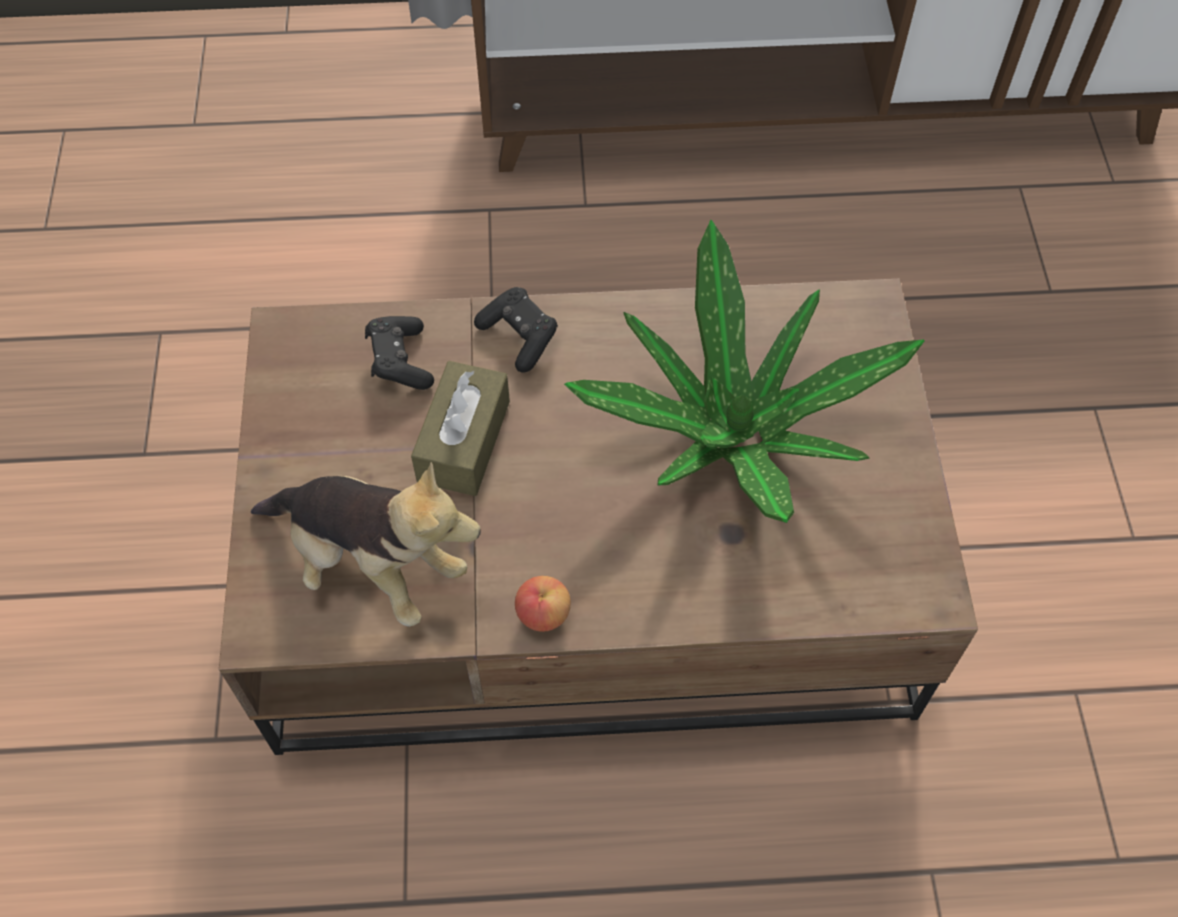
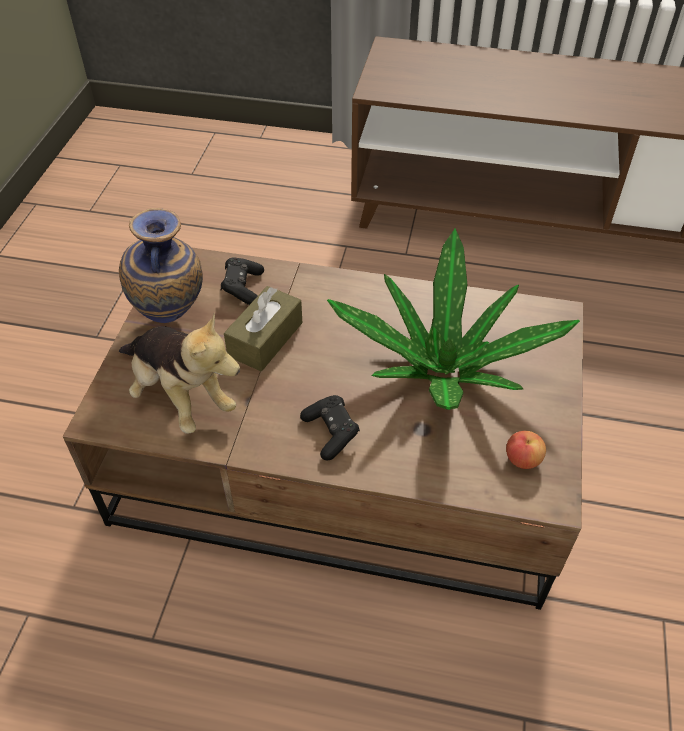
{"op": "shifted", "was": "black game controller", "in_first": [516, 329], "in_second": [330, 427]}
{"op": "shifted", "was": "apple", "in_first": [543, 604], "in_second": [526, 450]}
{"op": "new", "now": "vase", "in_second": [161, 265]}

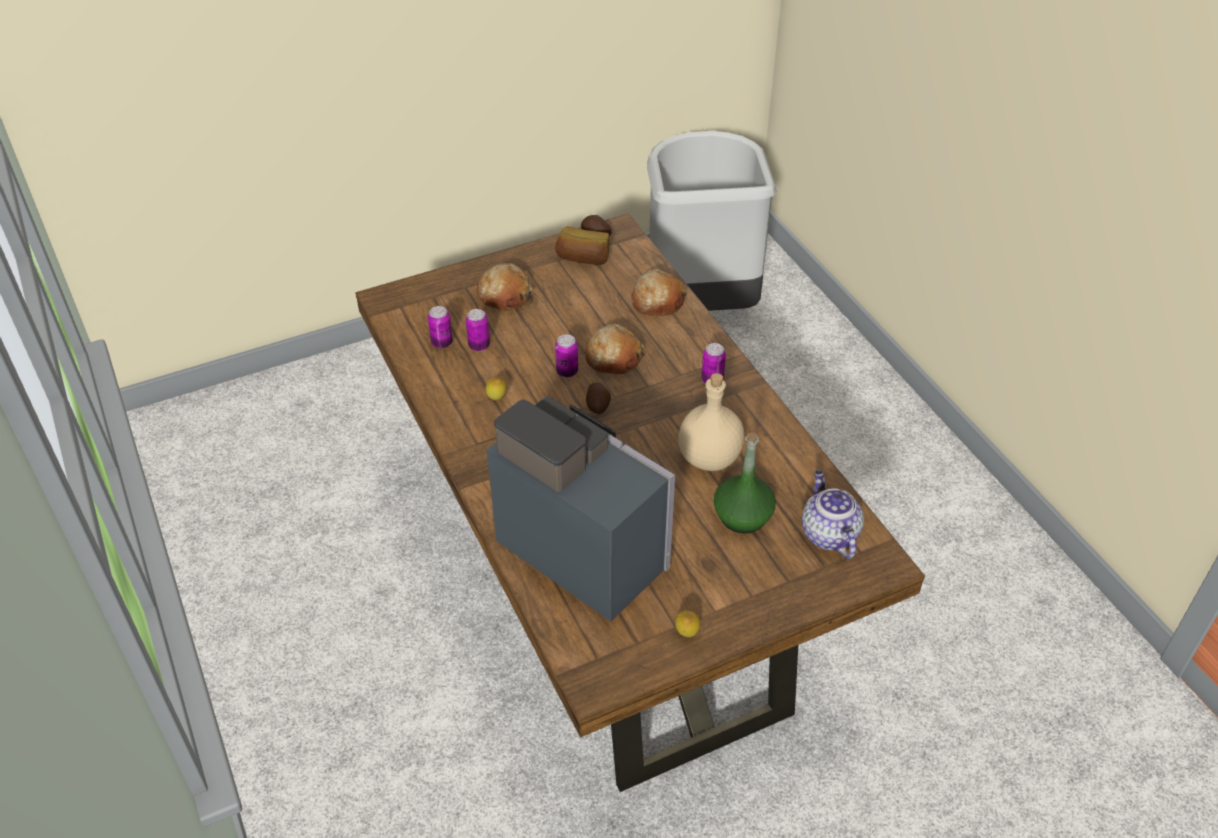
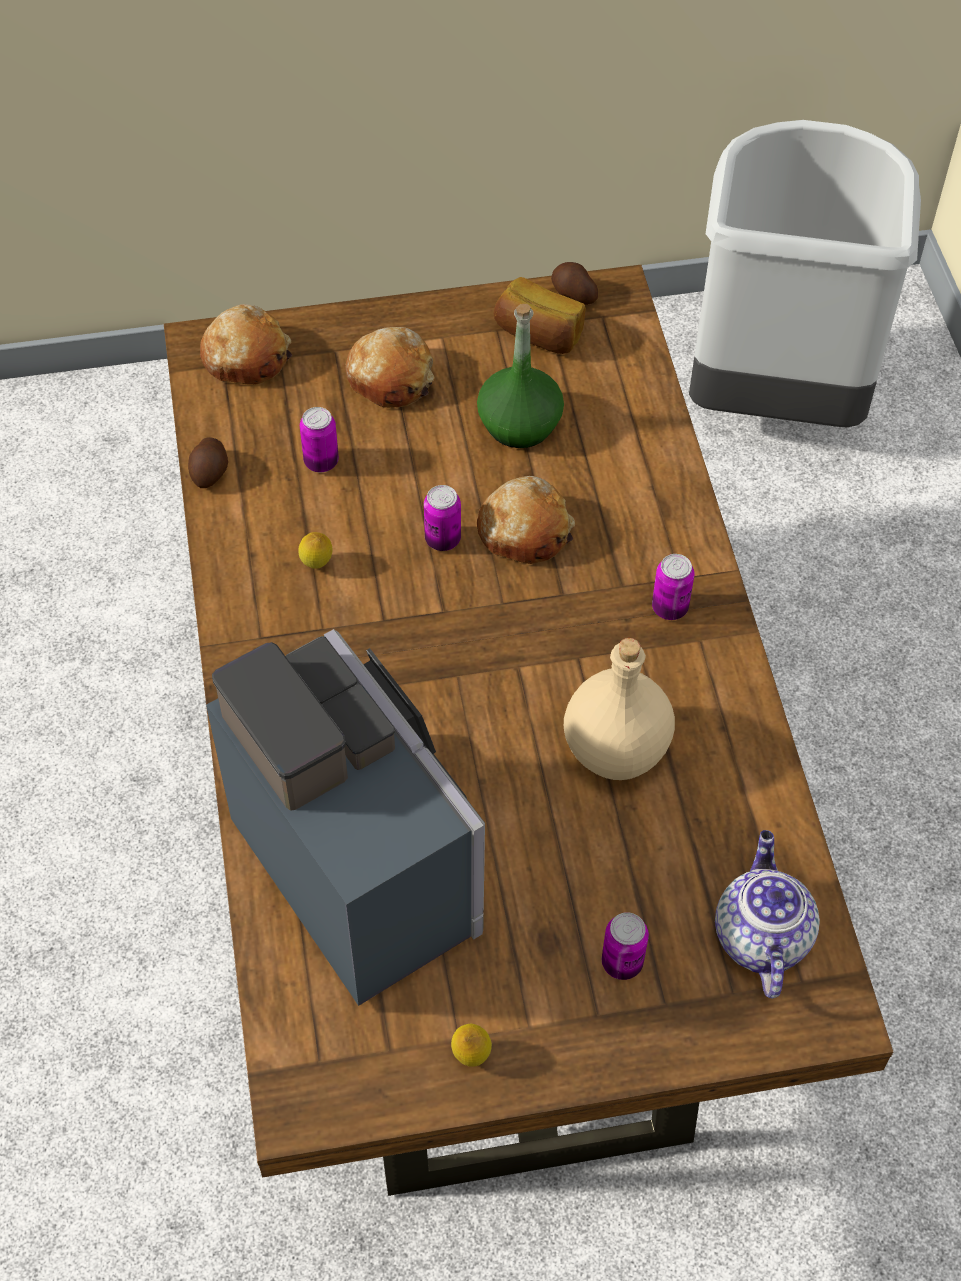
{"op": "shifted", "was": "bread", "in_first": [659, 292], "in_second": [246, 344]}
{"op": "shifted", "was": "can", "in_first": [440, 327], "in_second": [625, 946]}
{"op": "shifted", "was": "potato", "in_first": [598, 398], "in_second": [208, 462]}
{"op": "shifted", "was": "green bottle", "in_first": [745, 482], "in_second": [520, 376]}

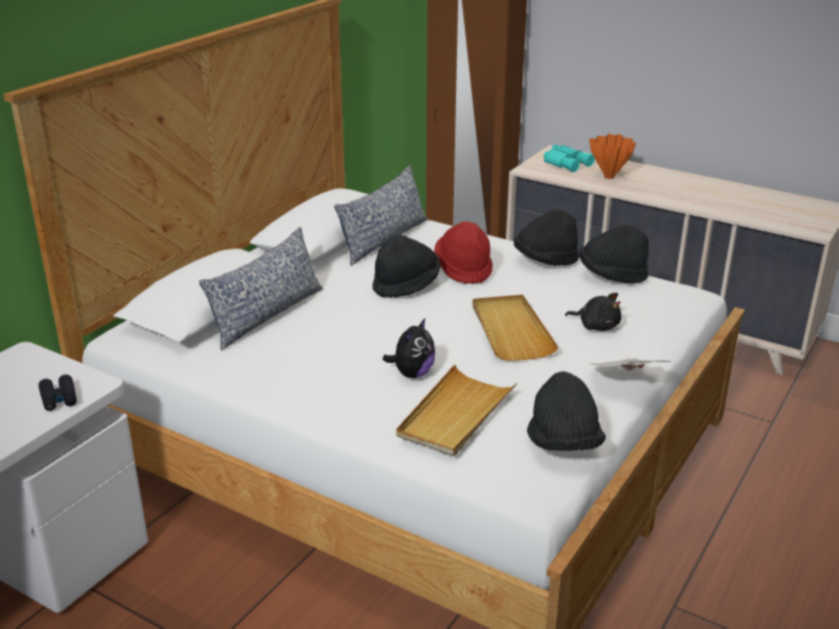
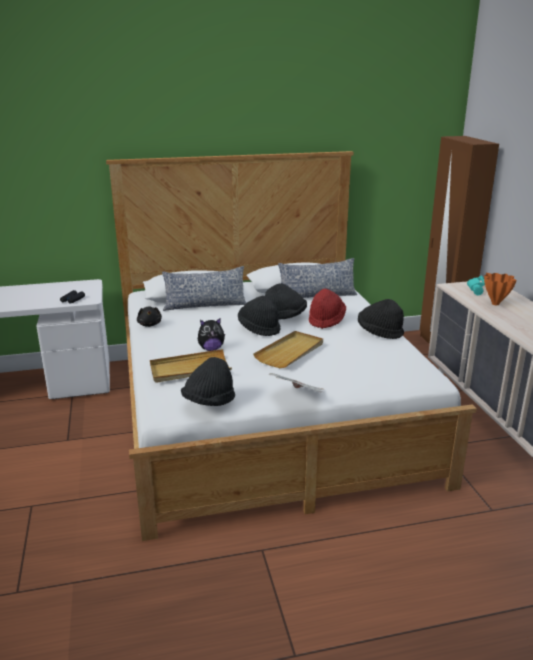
{"op": "shifted", "was": "black hat", "in_first": [614, 253], "in_second": [259, 316]}
{"op": "shifted", "was": "black plush toy", "in_first": [593, 312], "in_second": [149, 317]}

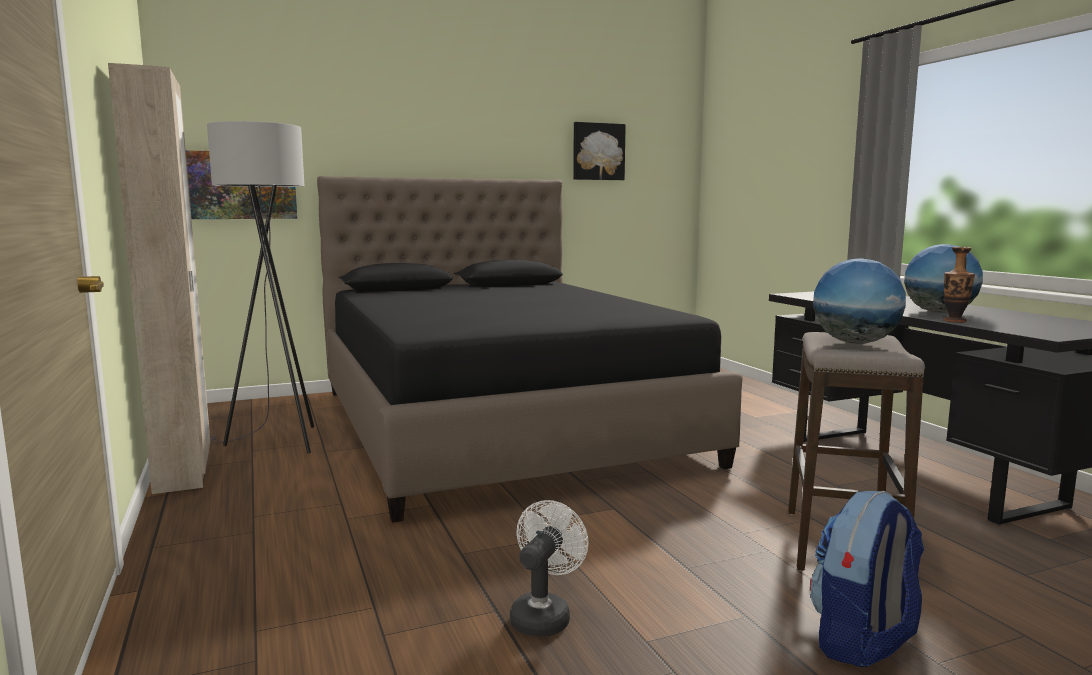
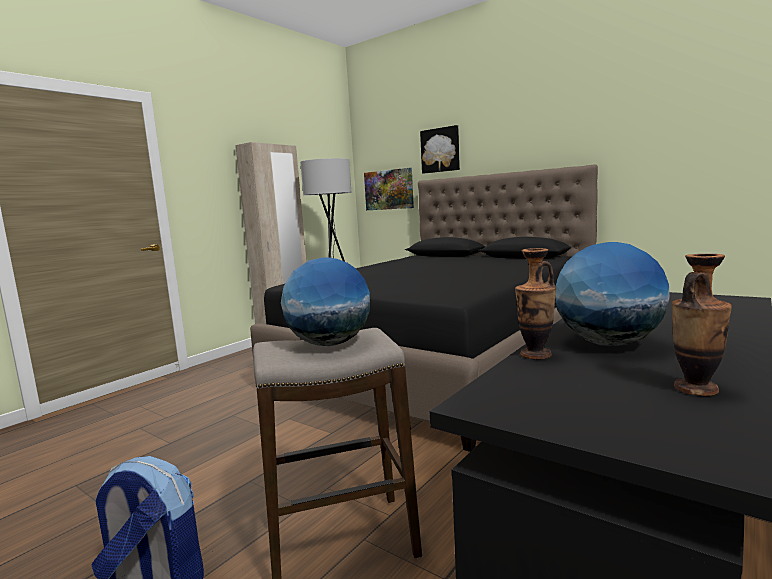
{"op": "shifted", "was": "picture", "in_first": [599, 151], "in_second": [440, 149]}
{"op": "gone", "was": "white fan", "in_first": [549, 568]}
{"op": "new", "now": "vase", "in_second": [702, 325]}

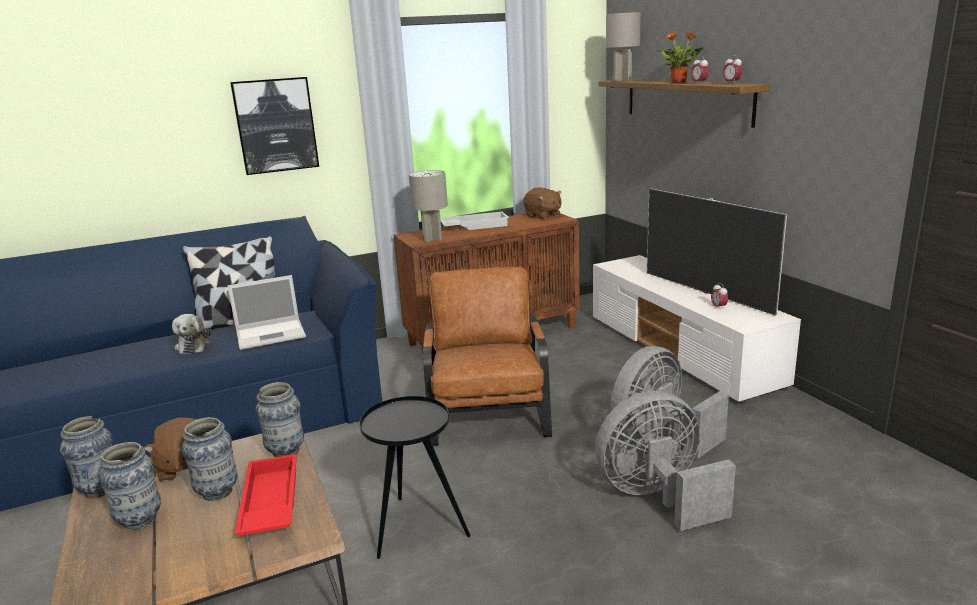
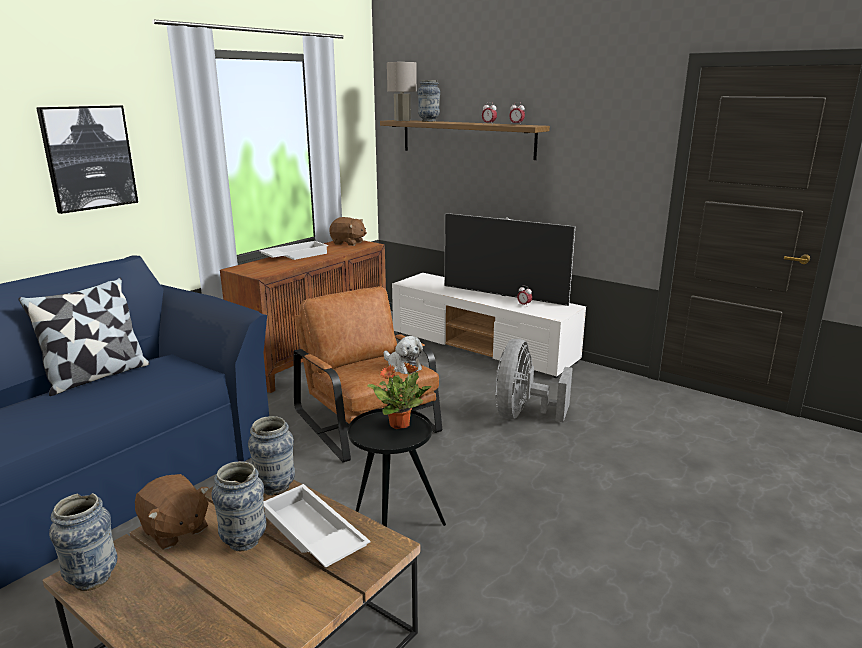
{"op": "shifted", "was": "potted plant", "in_first": [680, 57], "in_second": [400, 395]}
{"op": "gone", "was": "grey table lamp", "in_first": [428, 206]}
{"op": "gone", "was": "laptop", "in_first": [267, 312]}
{"op": "shifted", "was": "plush toy", "in_first": [191, 334], "in_second": [403, 355]}
{"op": "gone", "was": "grey fan", "in_first": [665, 461]}
{"op": "shifted", "was": "vase", "in_first": [129, 486], "in_second": [429, 101]}
{"op": "repainted", "was": "red tray", "now": "white tray", "in_first": [266, 495], "in_second": [317, 525]}

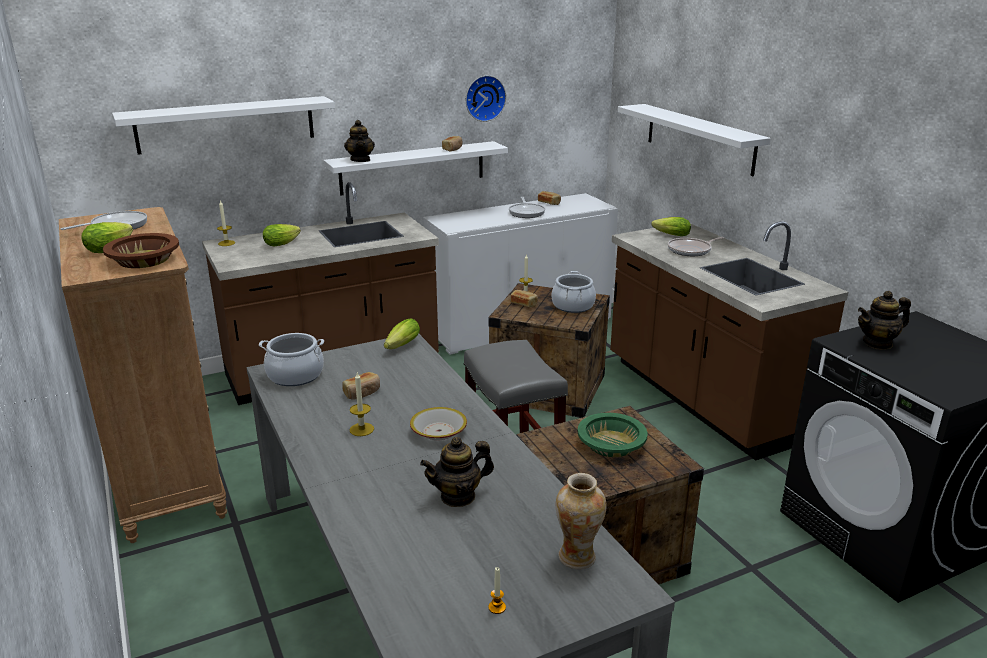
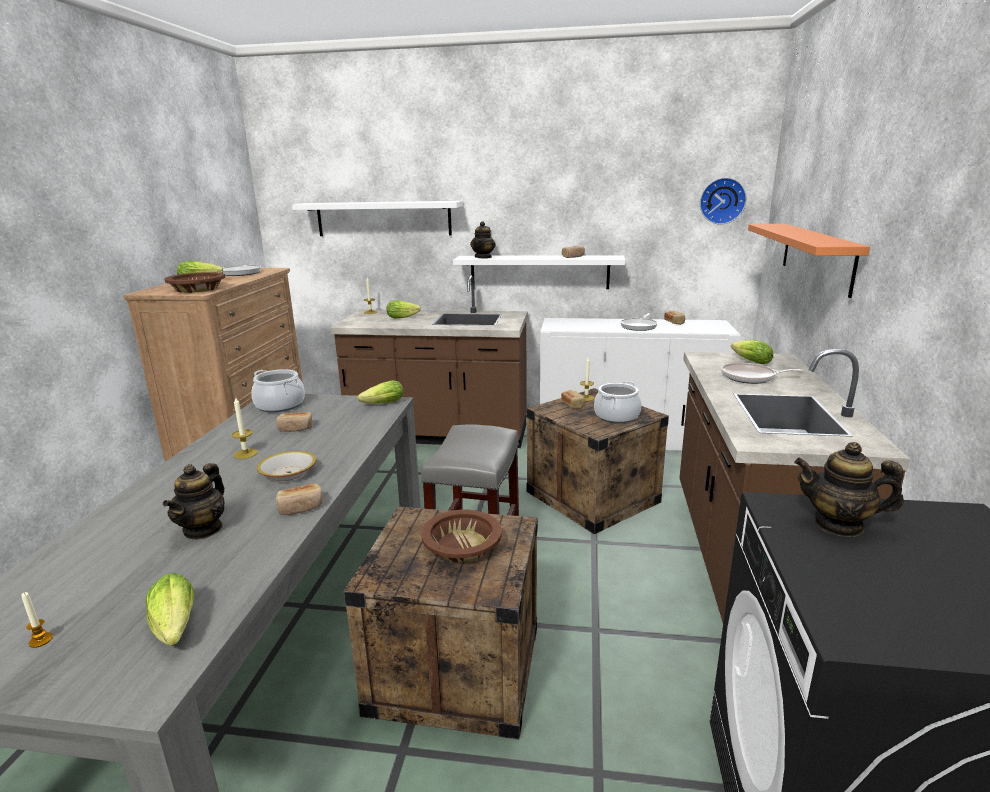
{"op": "shifted", "was": "wall clock", "in_first": [486, 98], "in_second": [723, 201]}
{"op": "repainted", "was": "white shelf", "now": "orange shelf", "in_first": [694, 140], "in_second": [809, 261]}
{"op": "repainted", "was": "green bowl", "now": "brown bowl", "in_first": [612, 435], "in_second": [461, 536]}
{"op": "rotated", "was": "teapot", "in_first": [457, 472], "in_second": [194, 501], "clockwise": -90}
{"op": "swapped", "was": "vase", "now": "lettuce", "in_first": [581, 521], "in_second": [170, 609]}
{"op": "new", "now": "bread", "in_second": [299, 499]}

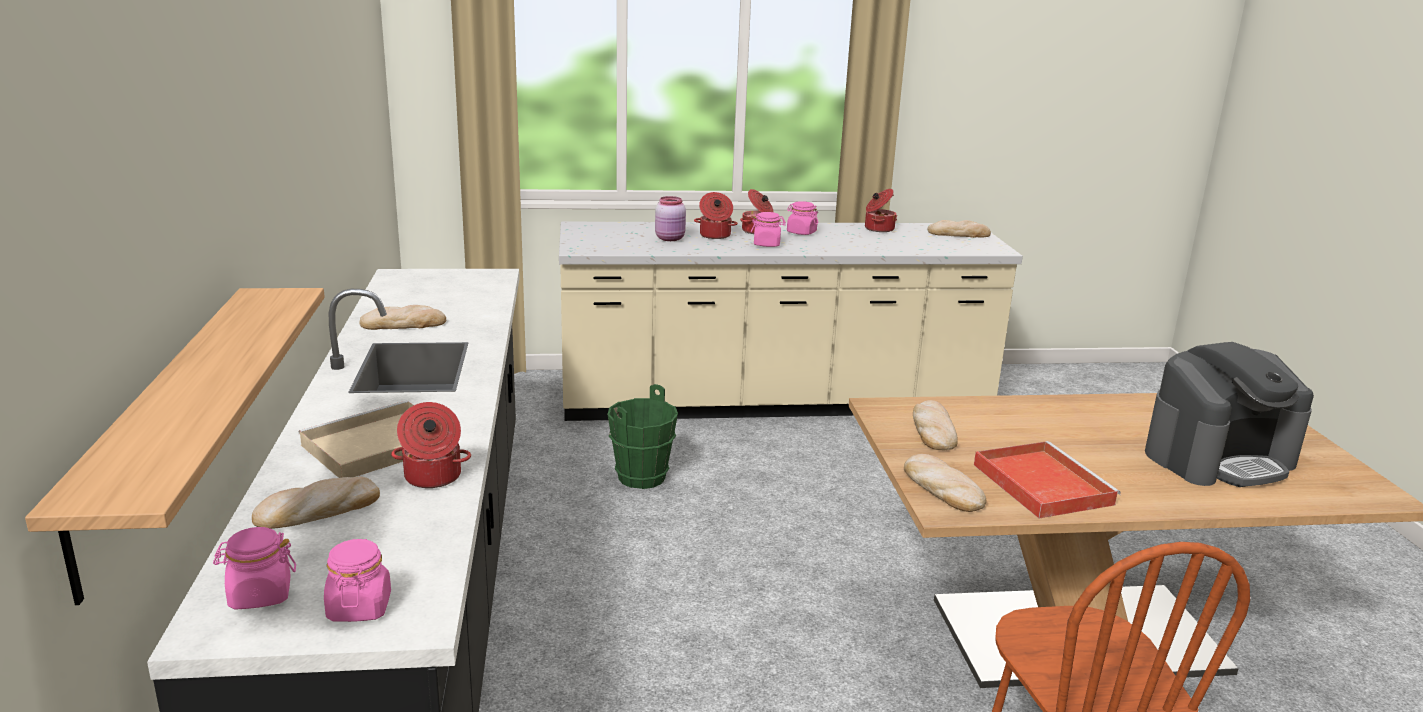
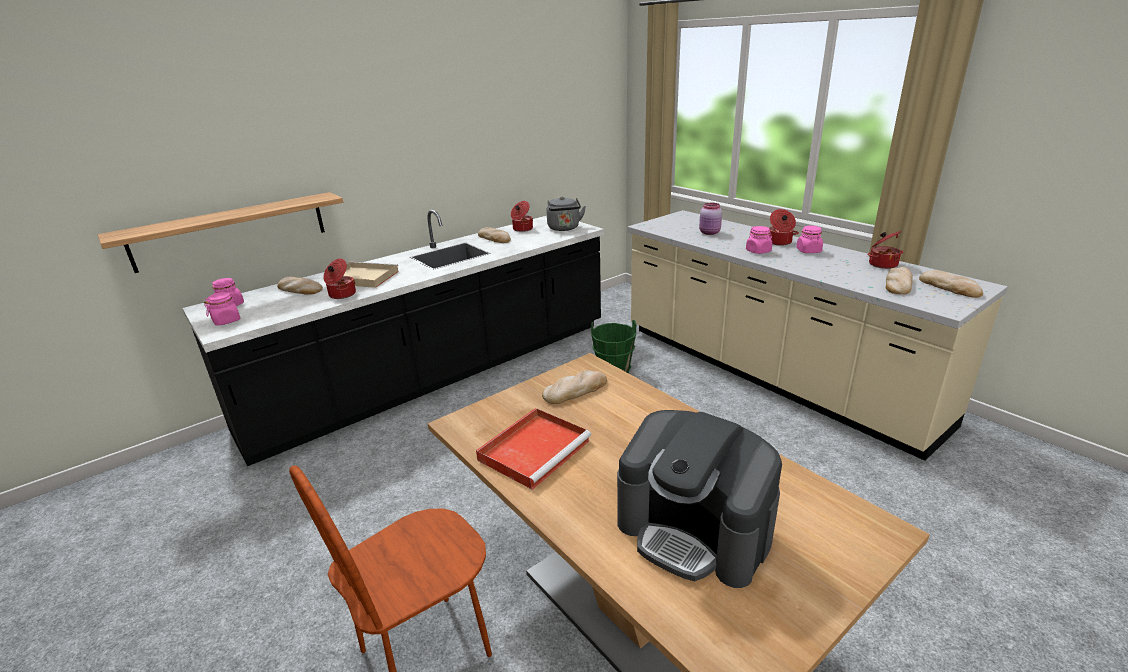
{"op": "shifted", "was": "cooking pot", "in_first": [716, 215], "in_second": [522, 216]}
{"op": "shifted", "was": "bread", "in_first": [945, 483], "in_second": [899, 281]}
{"op": "new", "now": "grey kettle", "in_second": [566, 214]}

